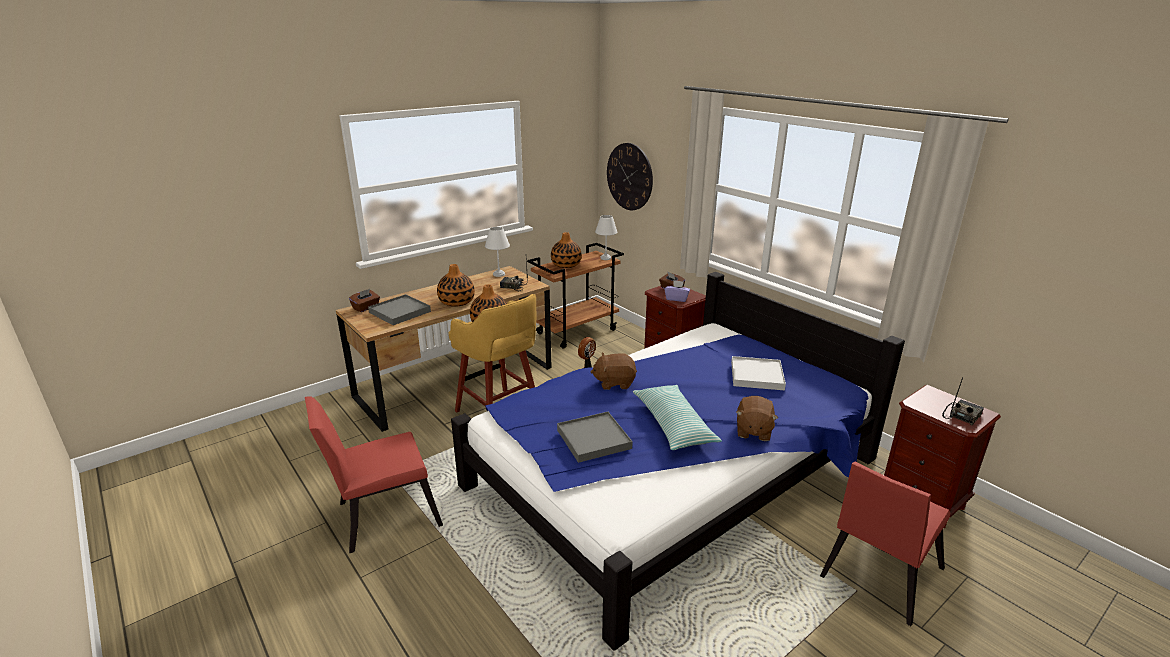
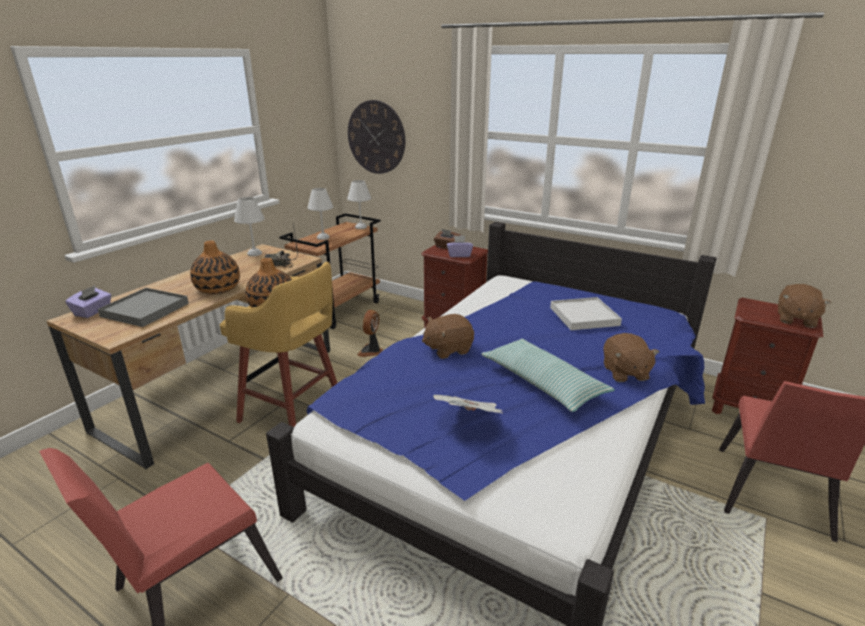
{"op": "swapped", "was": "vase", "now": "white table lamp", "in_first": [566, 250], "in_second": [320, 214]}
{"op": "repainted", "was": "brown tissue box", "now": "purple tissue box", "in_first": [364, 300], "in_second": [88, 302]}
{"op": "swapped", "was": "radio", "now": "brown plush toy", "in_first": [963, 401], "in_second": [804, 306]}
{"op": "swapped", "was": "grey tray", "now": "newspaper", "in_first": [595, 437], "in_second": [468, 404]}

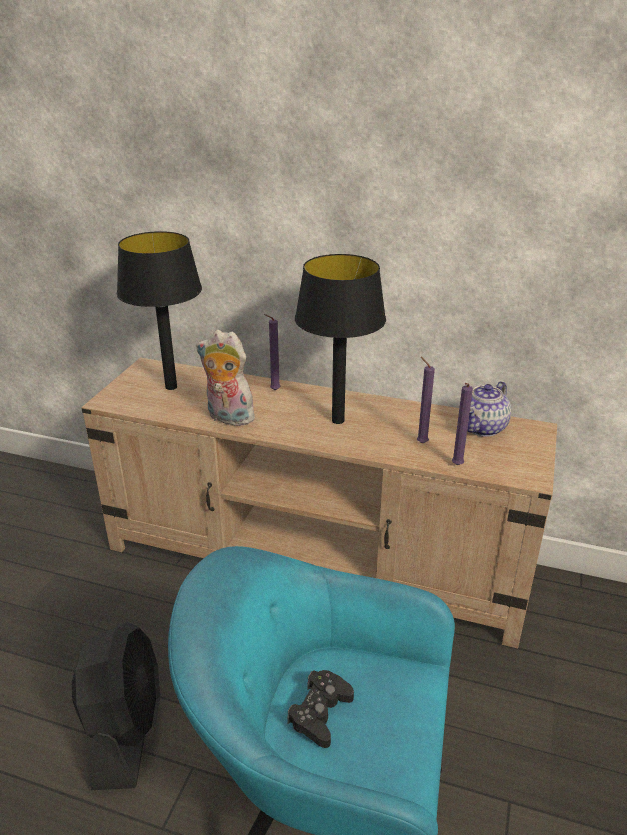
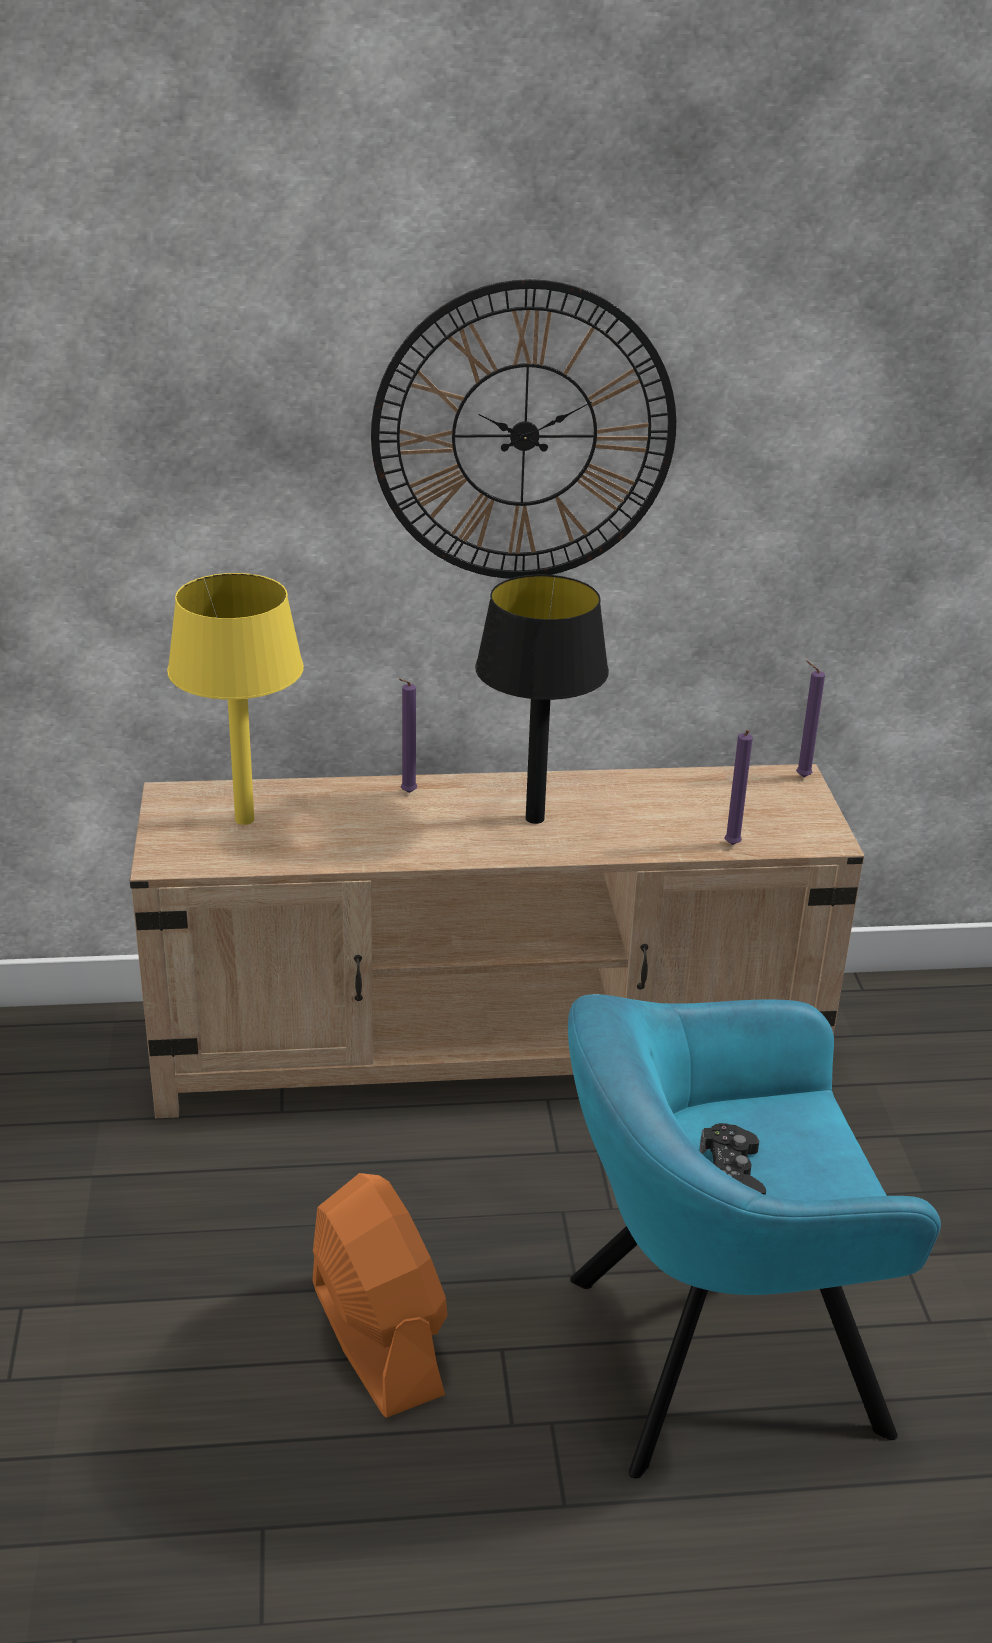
{"op": "repainted", "was": "black table lamp", "now": "yellow table lamp", "in_first": [159, 310], "in_second": [235, 699]}
{"op": "gone", "was": "plush toy", "in_first": [226, 379]}
{"op": "shifted", "was": "purple candle", "in_first": [426, 400], "in_second": [810, 718]}
{"op": "gone", "was": "teapot", "in_first": [489, 409]}
{"op": "repainted", "was": "black fan", "now": "orange fan", "in_first": [116, 706], "in_second": [380, 1295]}
{"op": "new", "now": "wall clock", "in_second": [523, 429]}

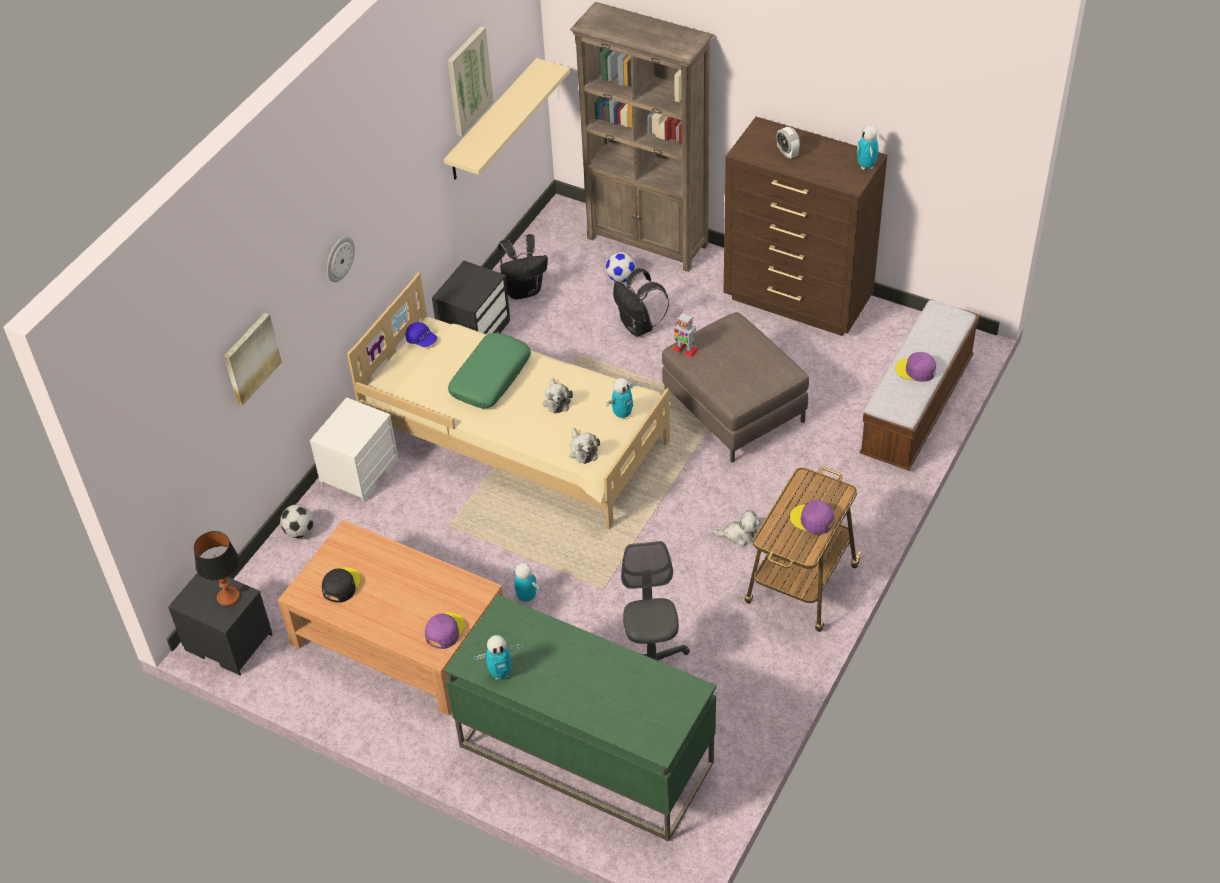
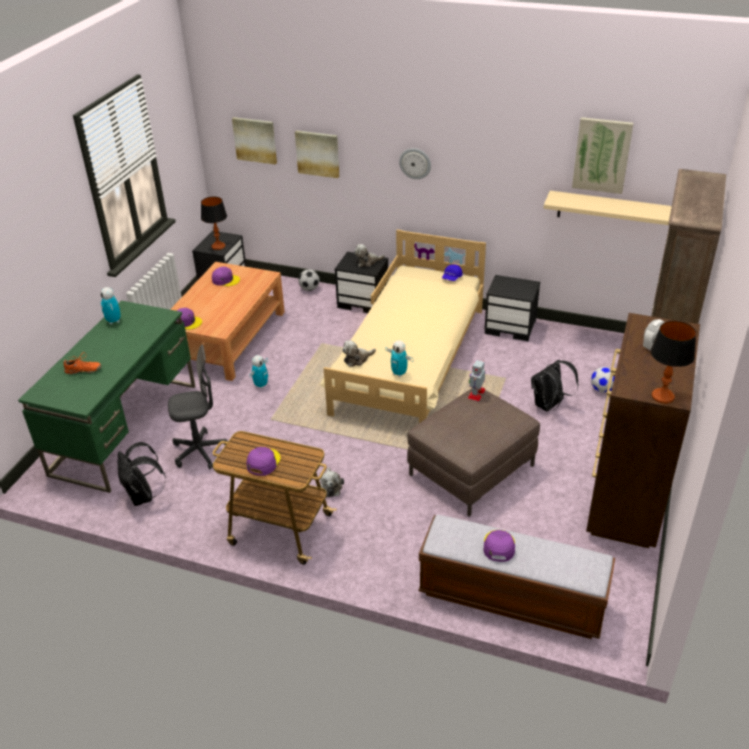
{"op": "swapped", "was": "toy robot", "now": "table lamp", "in_first": [867, 148], "in_second": [673, 362]}
{"op": "shifted", "was": "black backpack", "in_first": [523, 266], "in_second": [142, 474]}
{"op": "gone", "was": "green pillow", "in_first": [489, 371]}
{"op": "shifted", "was": "plush toy", "in_first": [558, 395], "in_second": [369, 255]}
{"op": "repainted", "was": "white nightstand", "now": "black nightstand", "in_first": [354, 450], "in_second": [361, 282]}
{"op": "repainted", "was": "black cap", "now": "purple cap", "in_first": [341, 585], "in_second": [226, 276]}
{"op": "new", "now": "picture", "in_second": [254, 140]}
{"op": "new", "now": "orange shoe", "in_second": [82, 363]}

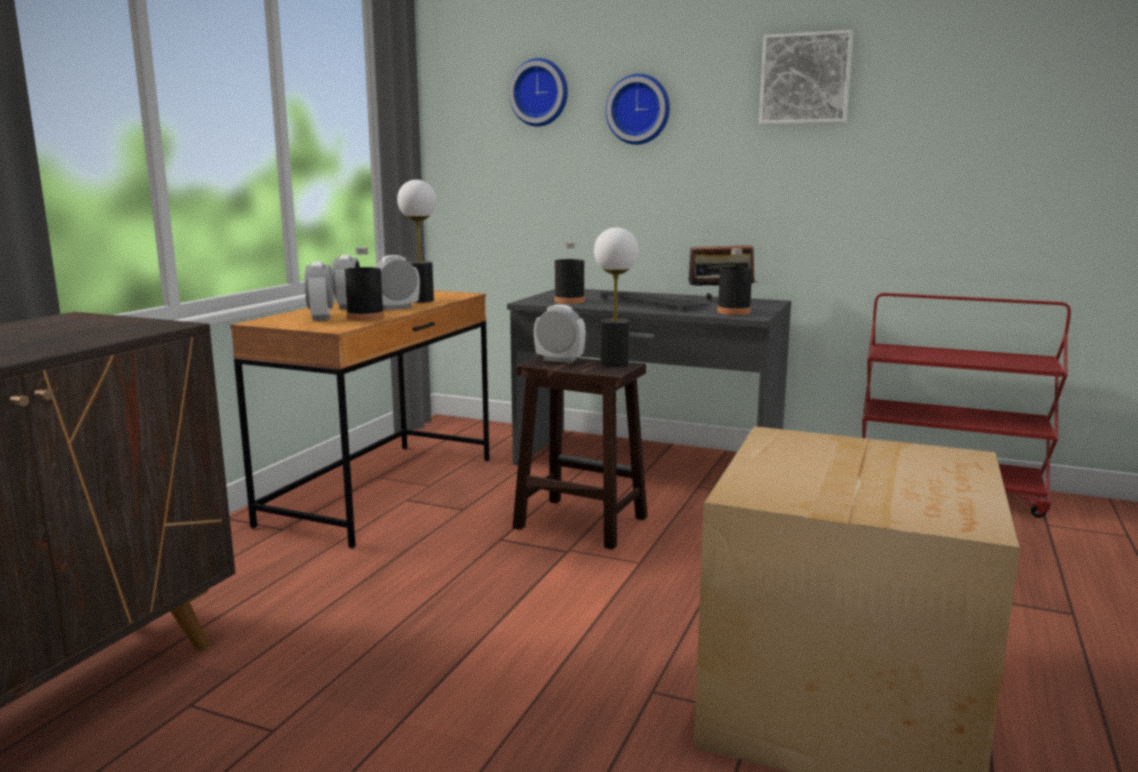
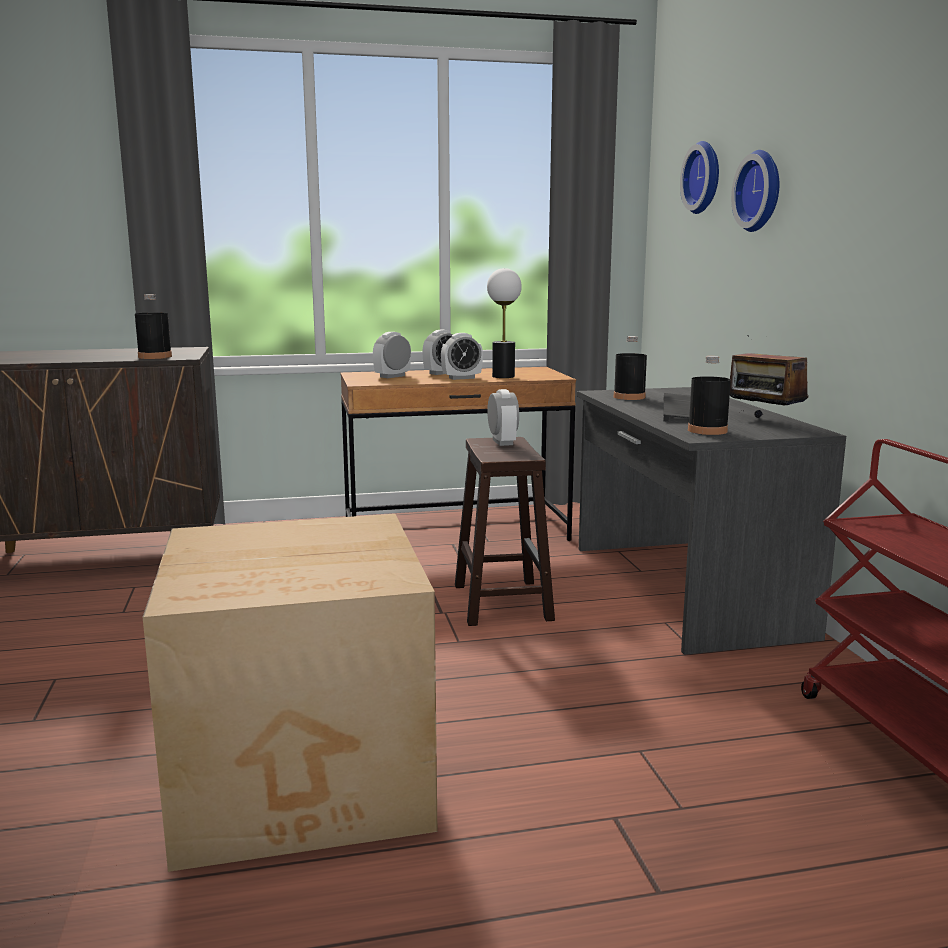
{"op": "gone", "was": "picture", "in_first": [806, 77]}
{"op": "gone", "was": "table lamp", "in_first": [616, 297]}
{"op": "shifted", "was": "black bottle", "in_first": [364, 284], "in_second": [153, 326]}
{"op": "rotated", "was": "alarm clock", "in_first": [397, 282], "in_second": [462, 356], "clockwise": 135}

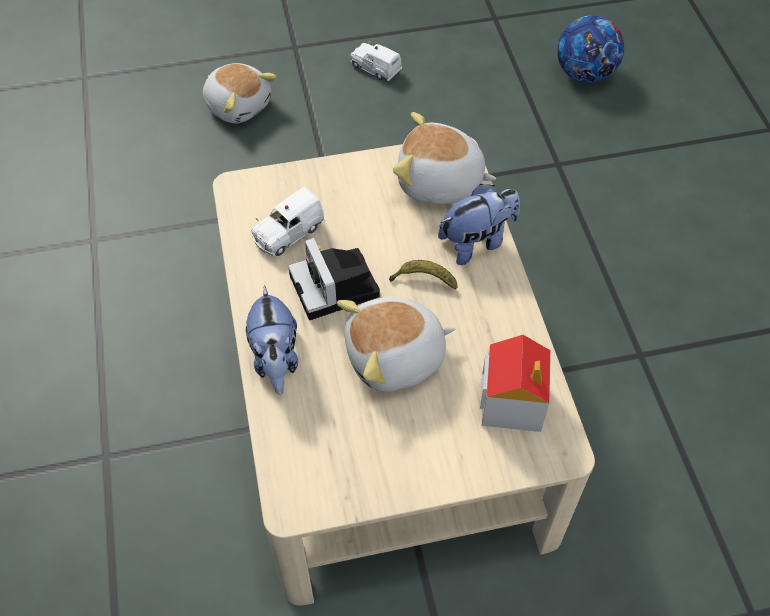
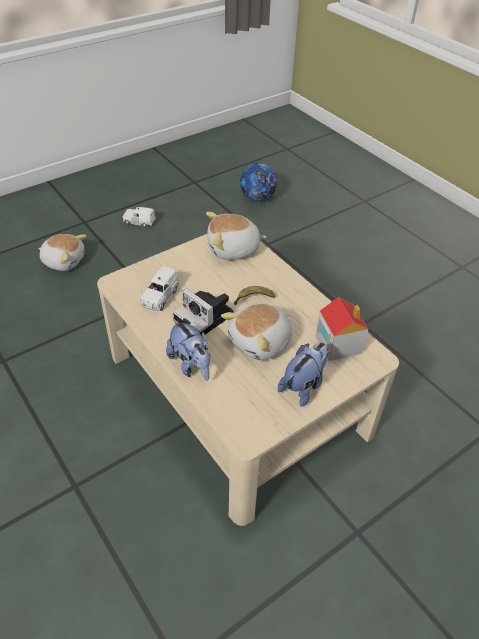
{"op": "shifted", "was": "plush toy", "in_first": [479, 224], "in_second": [303, 374]}

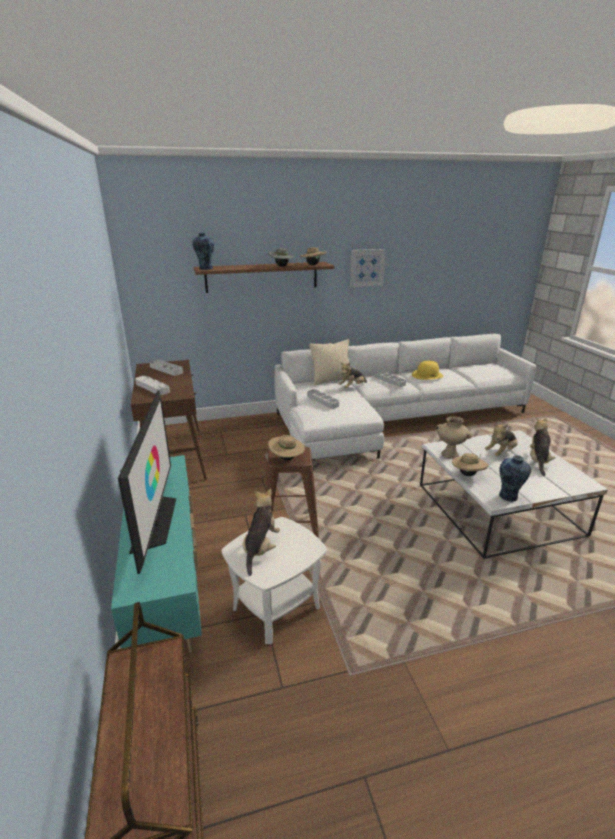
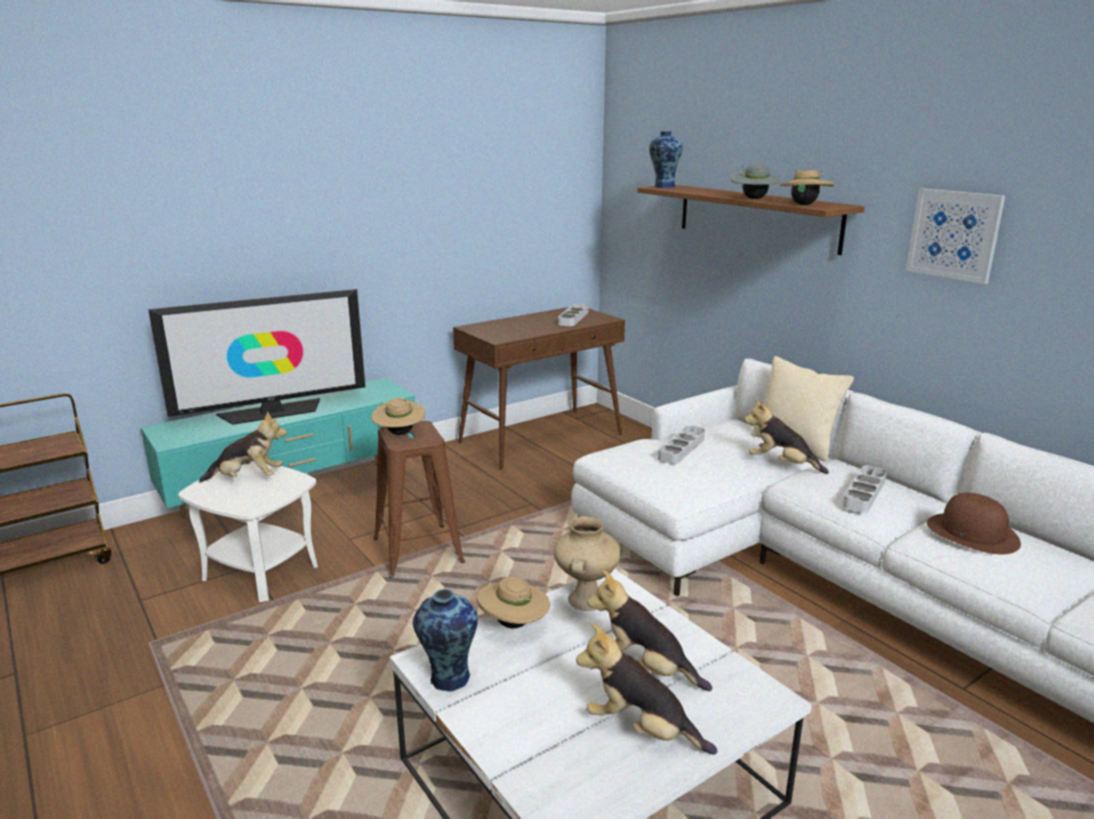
{"op": "repainted", "was": "yellow hat", "now": "brown hat", "in_first": [428, 370], "in_second": [974, 524]}
{"op": "gone", "was": "grey tray", "in_first": [152, 385]}
{"op": "rotated", "was": "plush toy", "in_first": [542, 446], "in_second": [646, 689], "clockwise": -150}

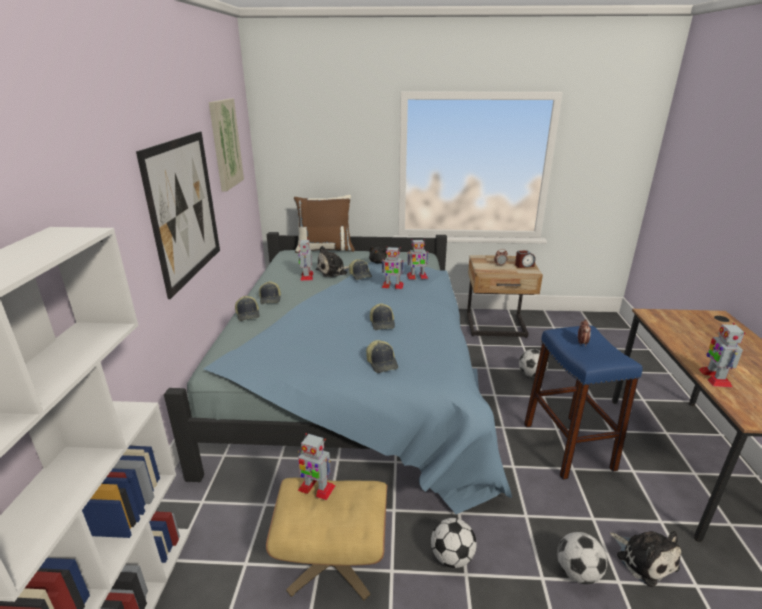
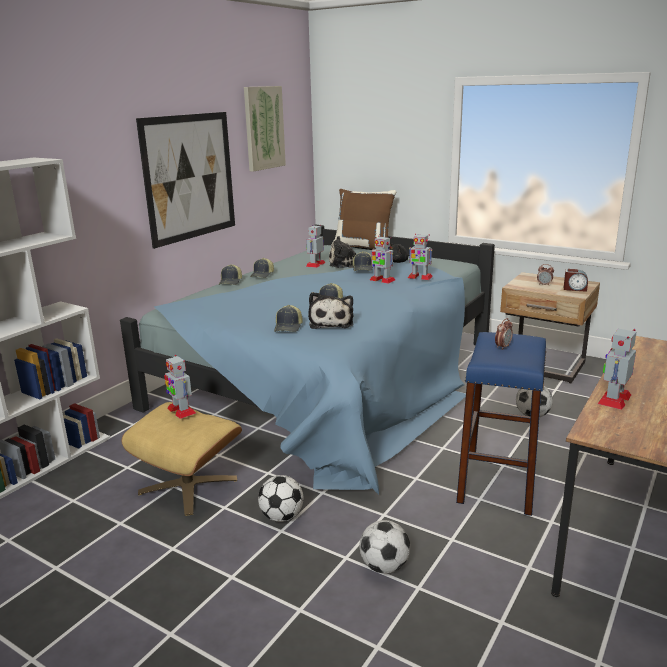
{"op": "shifted", "was": "plush toy", "in_first": [645, 559], "in_second": [331, 310]}

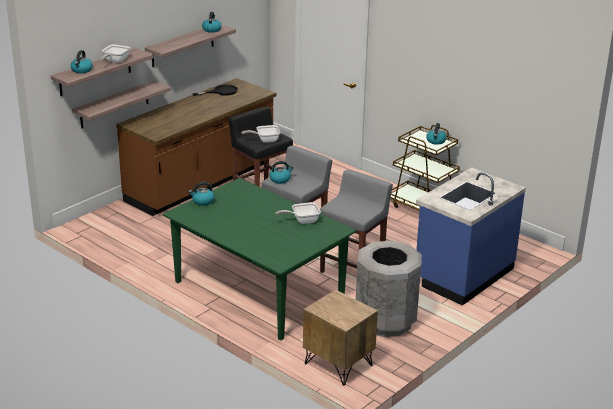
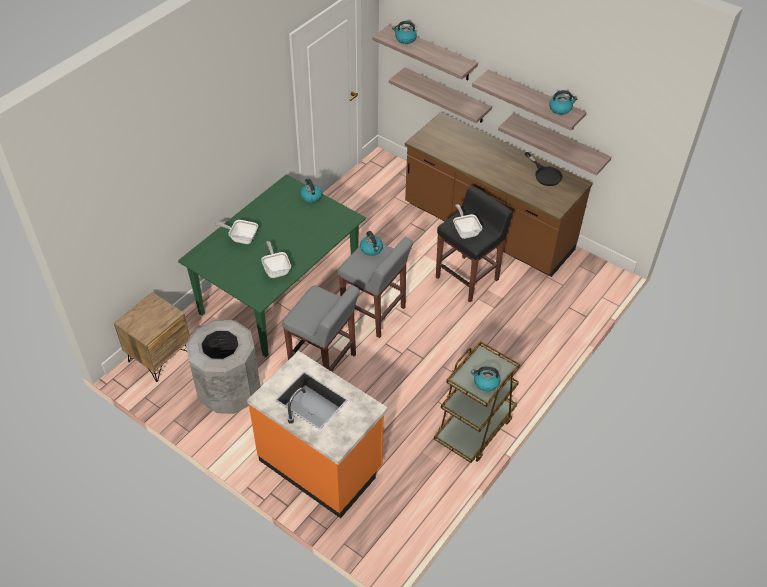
{"op": "shifted", "was": "frying pan", "in_first": [115, 53], "in_second": [236, 232]}
{"op": "repainted", "was": "blue counter", "now": "orange counter", "in_first": [471, 237], "in_second": [317, 434]}
{"op": "new", "now": "shelf", "in_second": [555, 144]}

